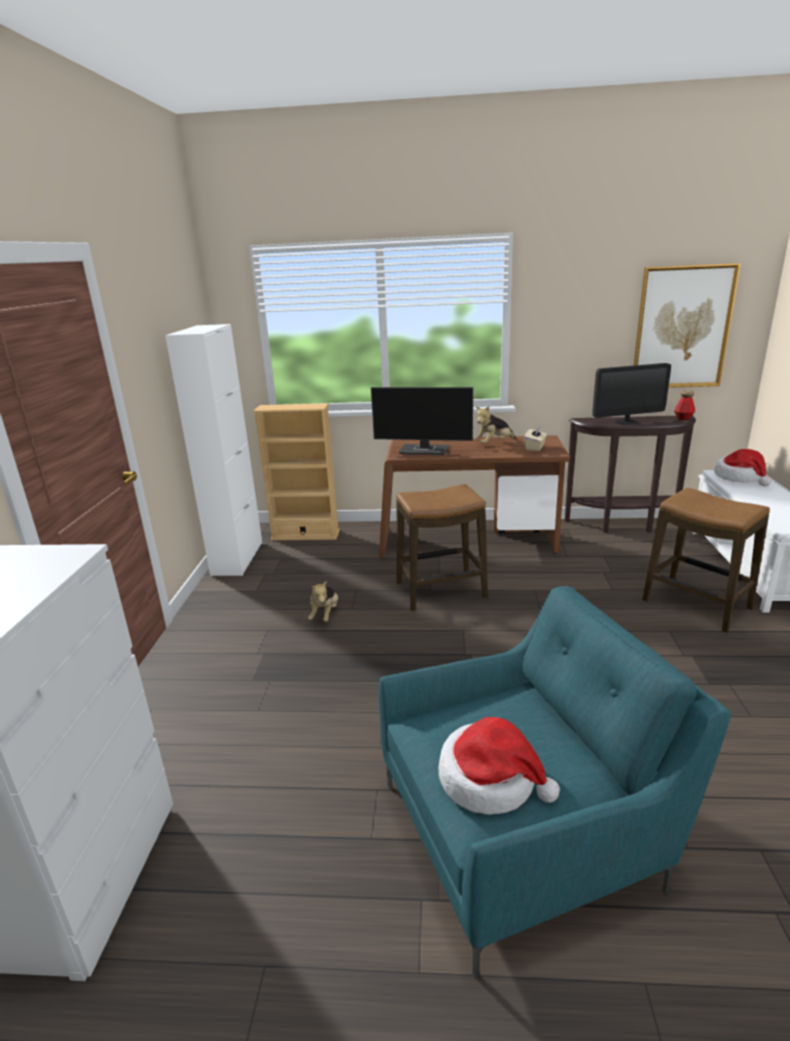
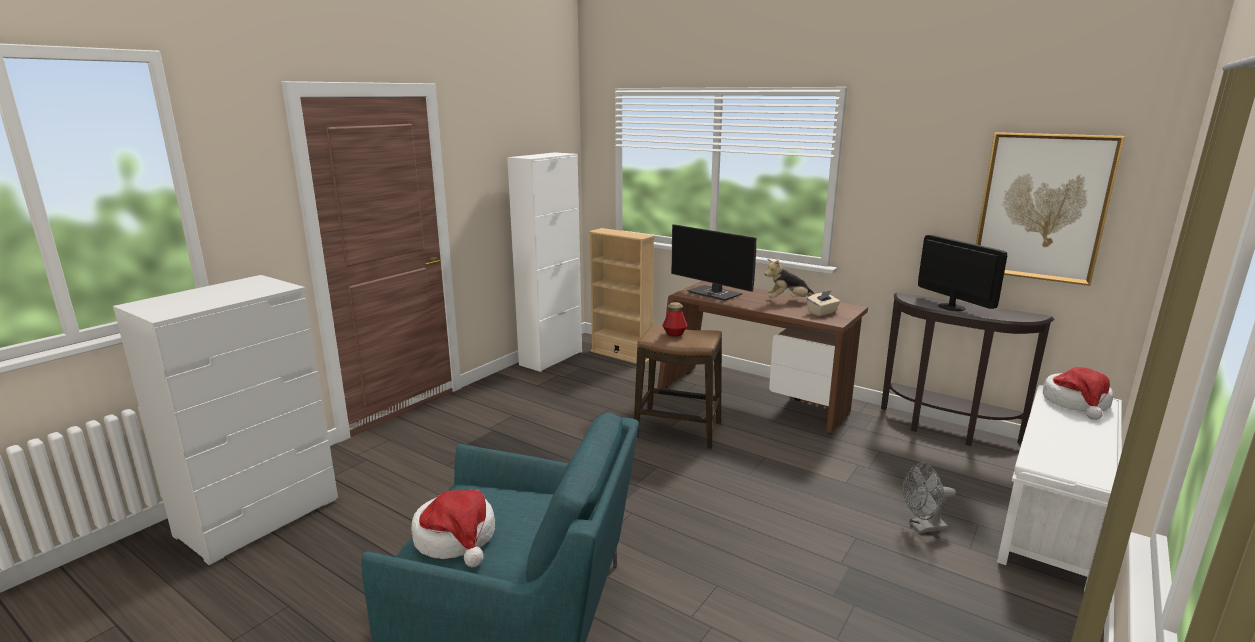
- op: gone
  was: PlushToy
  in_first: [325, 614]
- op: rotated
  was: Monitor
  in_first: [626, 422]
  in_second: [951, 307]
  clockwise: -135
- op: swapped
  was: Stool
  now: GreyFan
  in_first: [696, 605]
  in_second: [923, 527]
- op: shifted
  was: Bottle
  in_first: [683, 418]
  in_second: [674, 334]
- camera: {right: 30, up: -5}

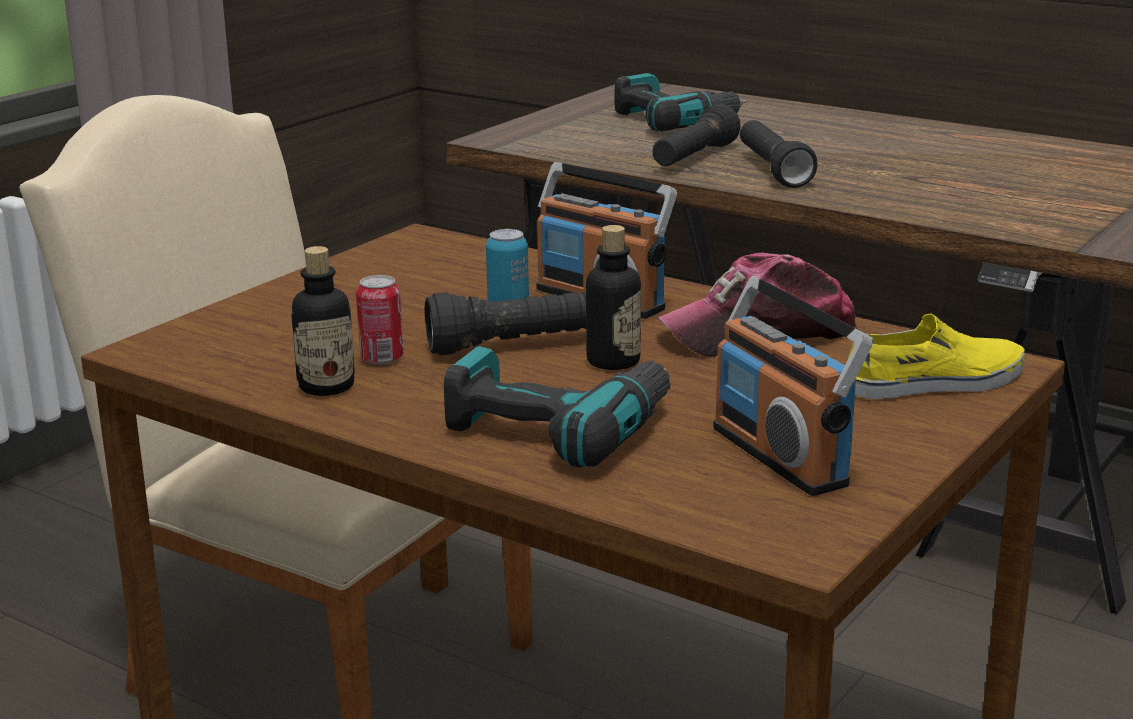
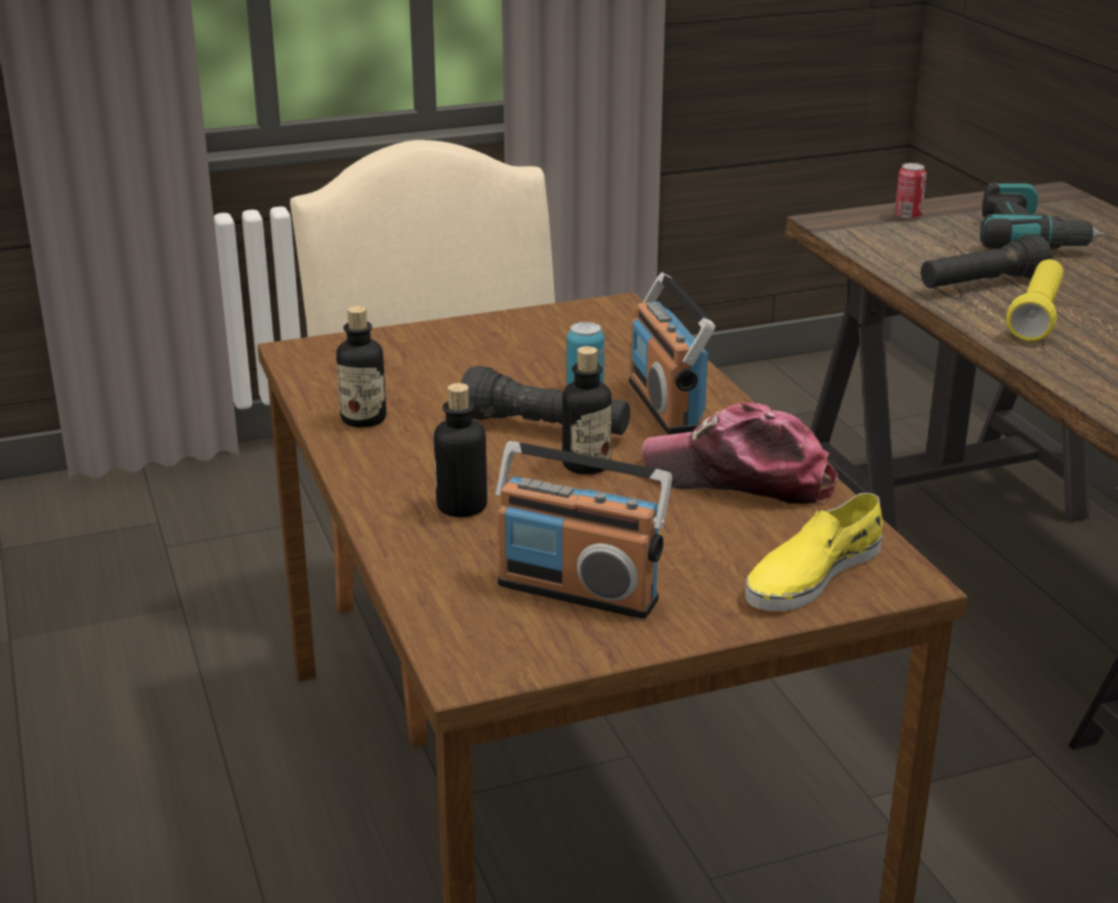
- op: shifted
  was: Can
  in_first: [382, 359]
  in_second: [907, 216]
- op: swapped
  was: PowerDrill
  now: Bottle
  in_first: [558, 427]
  in_second: [462, 506]
- op: rotated
  was: Radio
  in_first: [781, 456]
  in_second: [578, 591]
  clockwise: -75
- op: repainted
  was: BlackFlashlight
  now: YellowFlashlight
  in_first: [772, 170]
  in_second: [1036, 317]
- op: rotated
  was: YellowShoe
  in_first: [937, 382]
  in_second: [812, 574]
  clockwise: 120
- camera: {right: 35, up: 5}

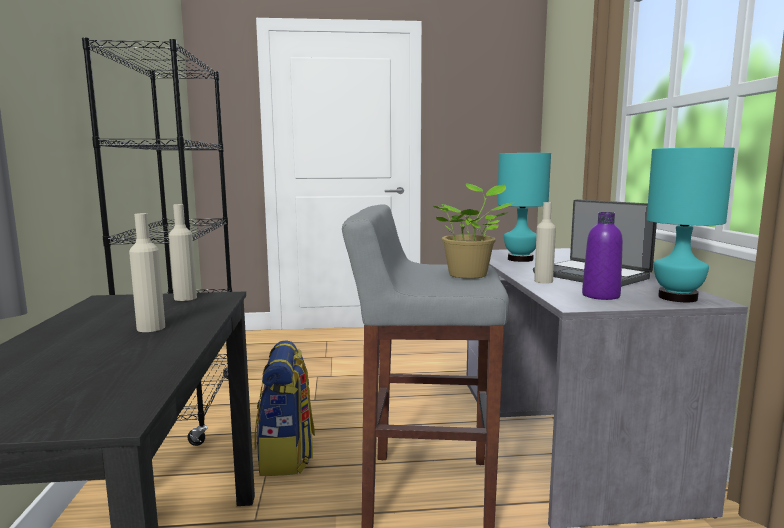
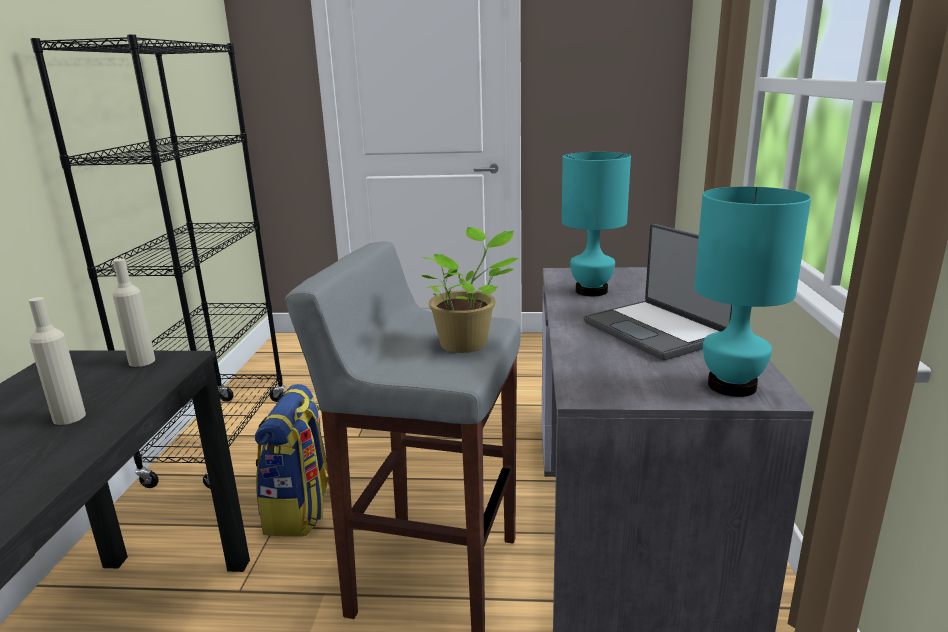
- op: gone
  was: BeigeBottle
  in_first: [543, 281]
- op: gone
  was: PurpleBottle
  in_first: [600, 296]
- camera: {right: 10, up: 10}

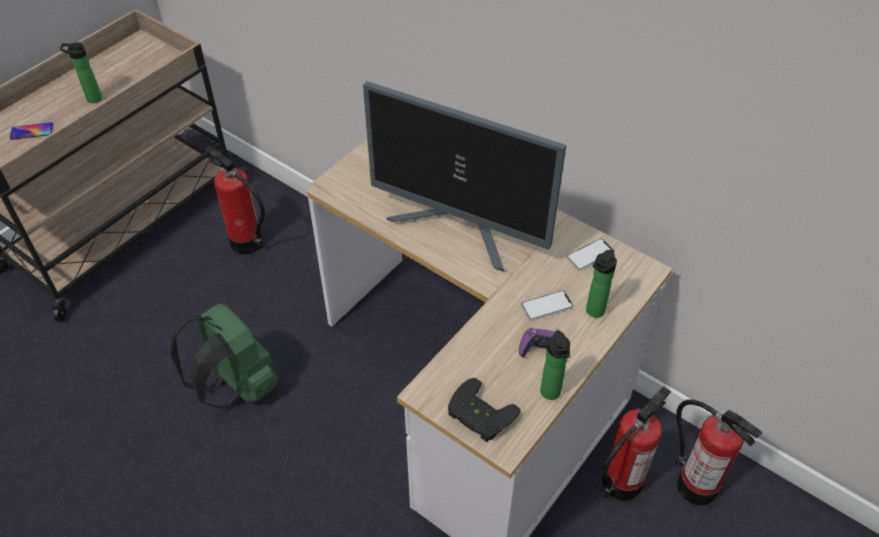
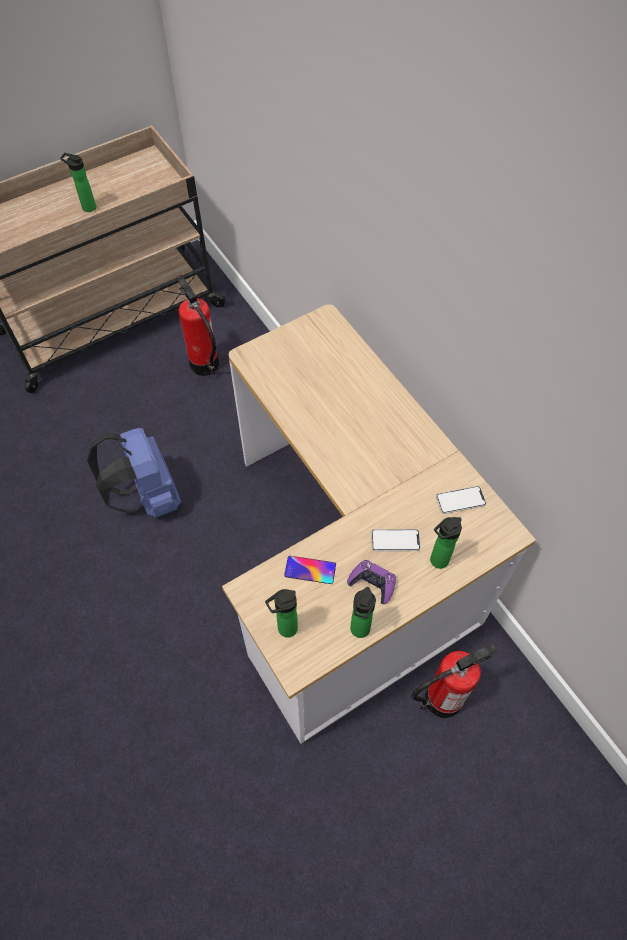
- op: shifted
  was: Phone
  in_first: [31, 131]
  in_second: [310, 570]
- op: repainted
  was: GreenBackpack
  now: BlueBackpack
  in_first: [235, 386]
  in_second: [147, 496]
- op: gone
  was: Monitor
  in_first: [461, 229]
- op: swapped
  was: BlackGameController
  now: Bottle
  in_first: [478, 415]
  in_second: [284, 629]
- op: gone
  was: FireExtinguisher
  in_first: [697, 486]
- camera: {right: 20, up: 10}

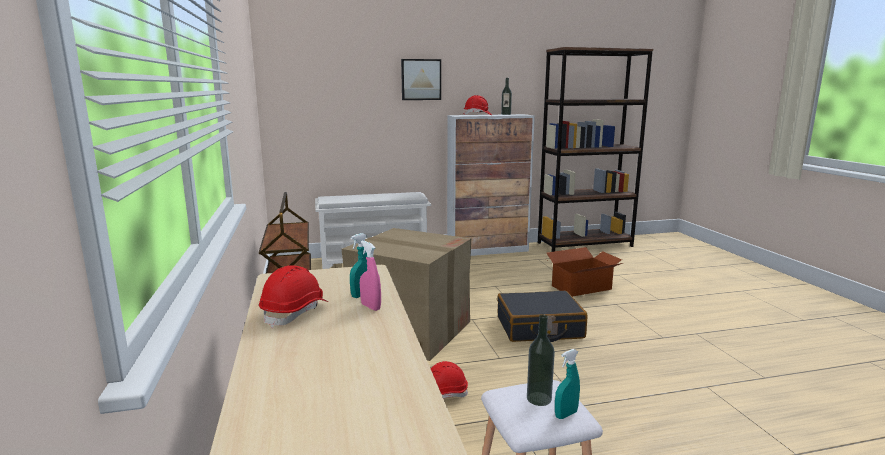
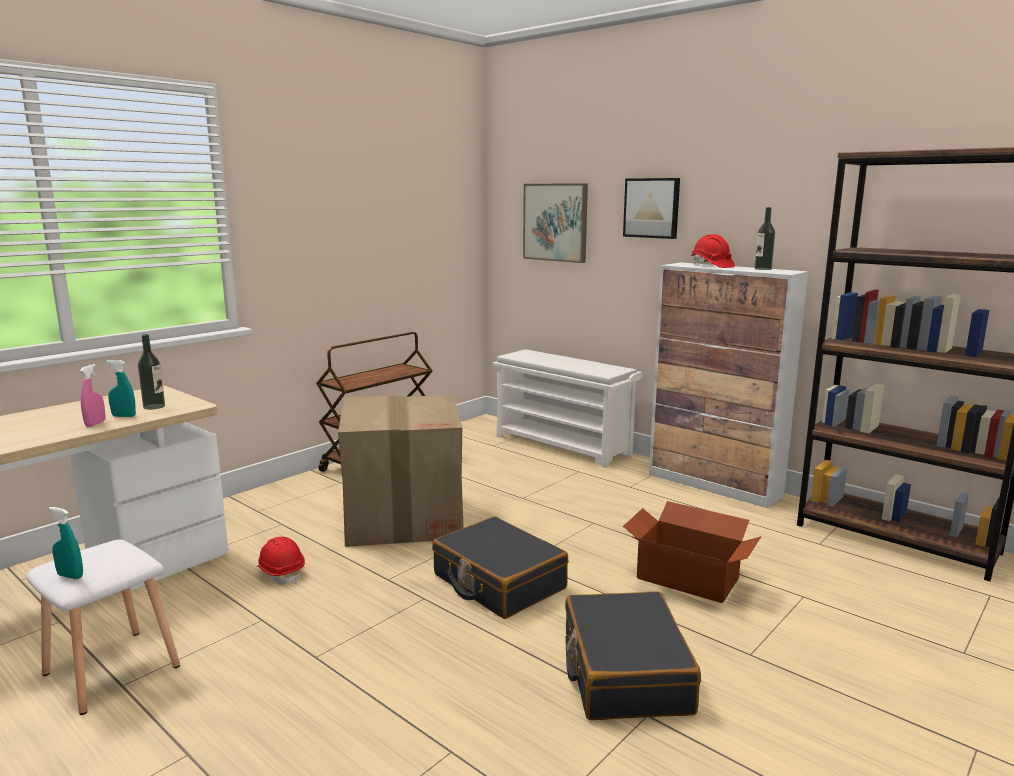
- op: gone
  was: RedHardHat
  in_first: [295, 312]
- op: shifted
  was: Bottle
  in_first: [539, 399]
  in_second: [154, 406]
- op: new
  now: Picture
  in_second: [555, 222]
- op: new
  now: BlackSuitcase
  in_second: [624, 672]
- camera: {right: 55, up: 0}

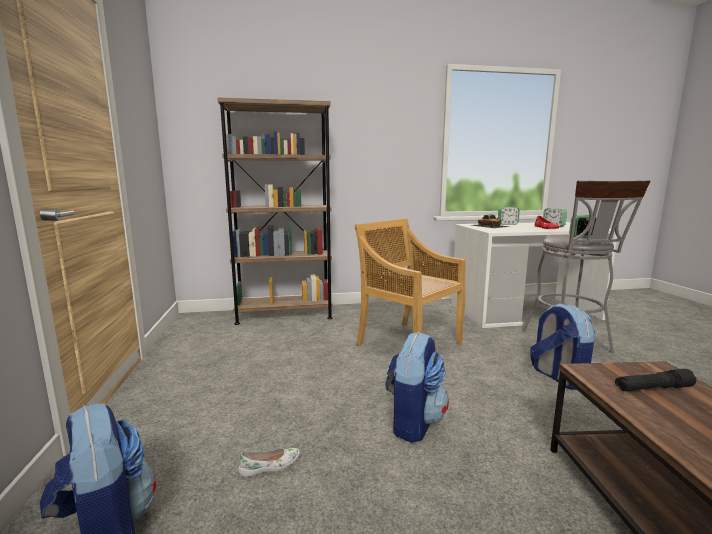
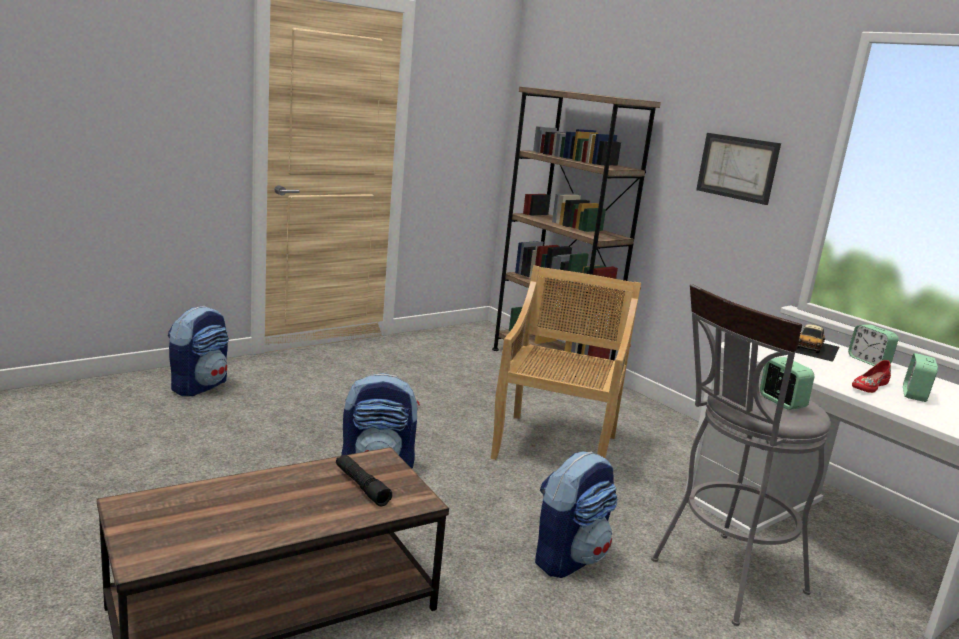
- op: gone
  was: WhiteShoe
  in_first: [270, 466]
- op: new
  now: Picture
  in_second: [737, 167]
- camera: {right: 60, up: 5}

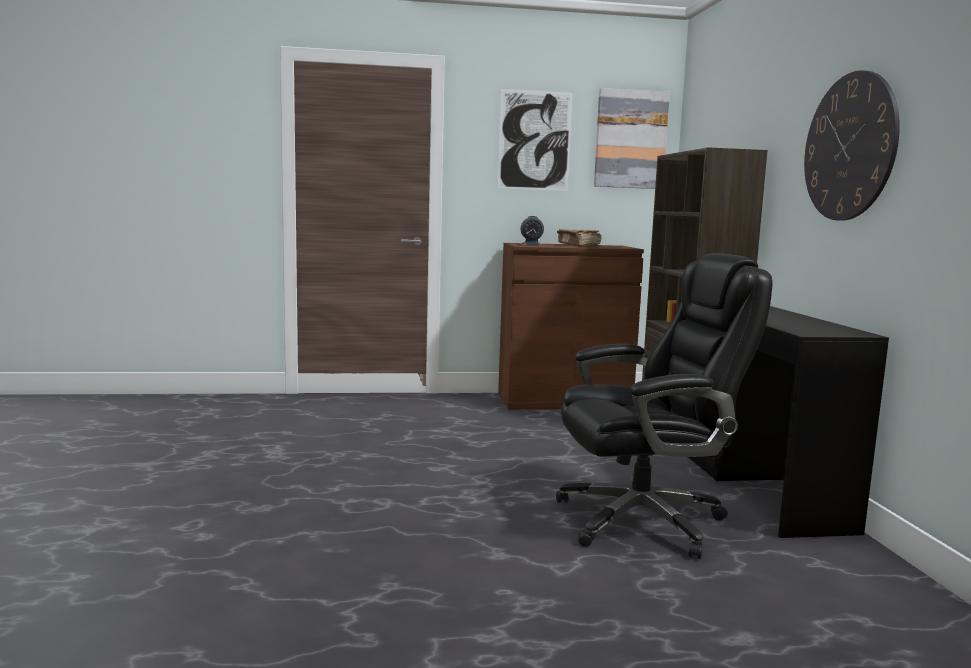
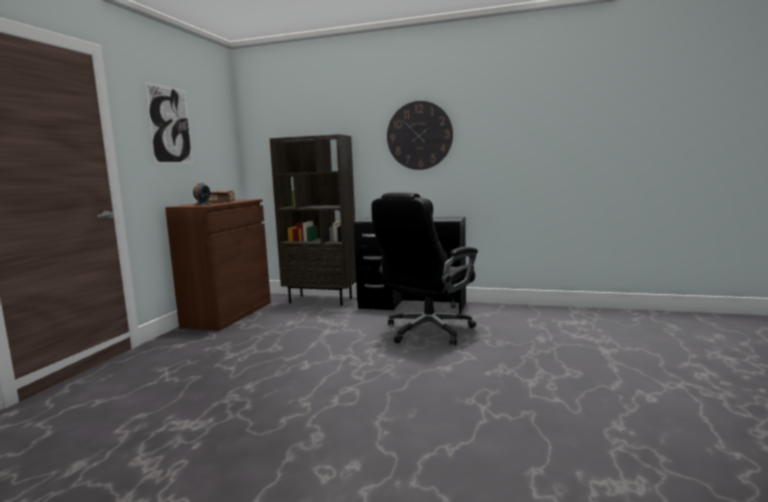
- op: rotated
  was: BlackOfficeChair
  in_first: [645, 520]
  in_second: [427, 331]
  clockwise: -150
- op: gone
  was: Picture
  in_first: [630, 139]
- camera: {right: -65, up: 0}

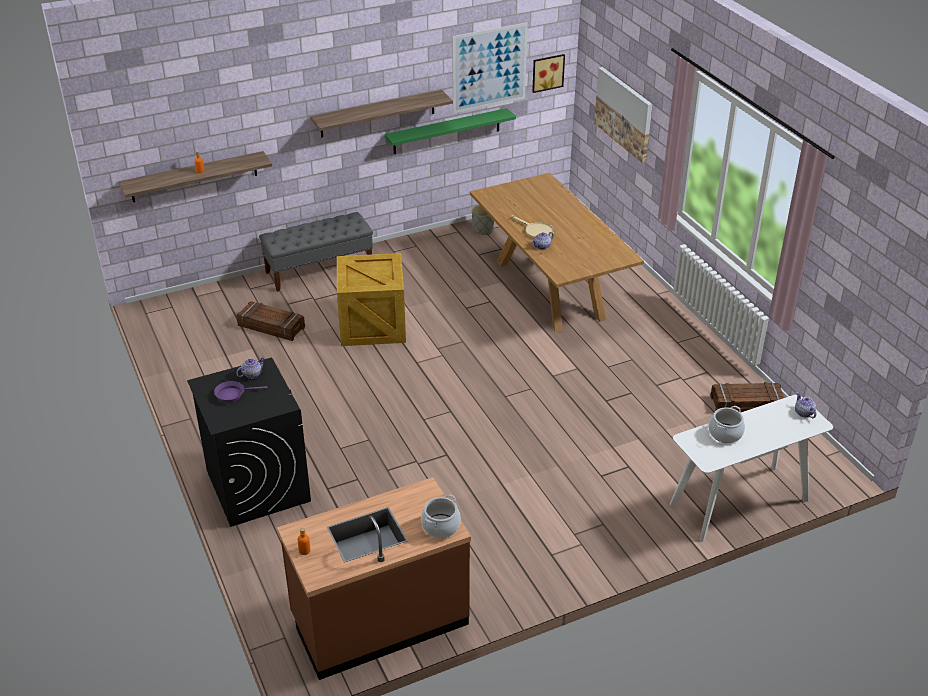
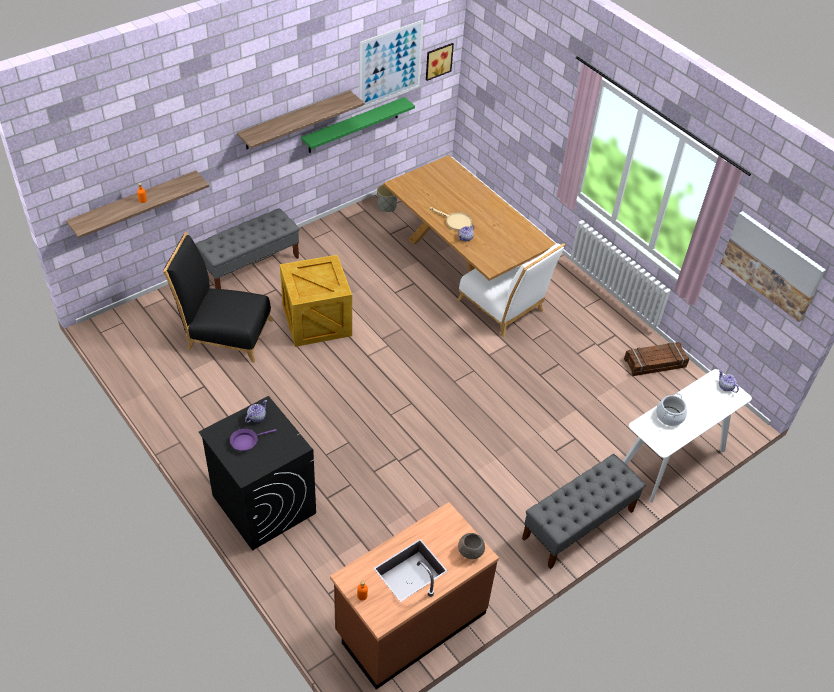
- op: swapped
  was: Crate
  now: BlackChair
  in_first: [271, 326]
  in_second: [224, 333]
- op: swapped
  was: CookingPot
  now: GreyBowl
  in_first: [441, 526]
  in_second: [471, 551]
- op: shifted
  was: Picture
  in_first: [624, 113]
  in_second: [772, 265]
- op: new
  now: WhiteChair
  in_second: [504, 308]
- op: new
  now: GreyBench
  in_second: [578, 525]
- camera: {right: -15, up: 10}

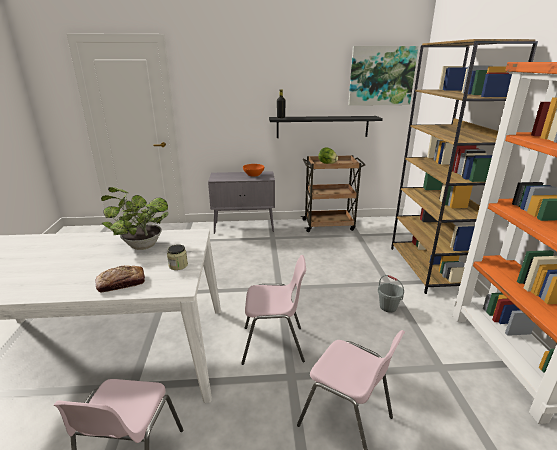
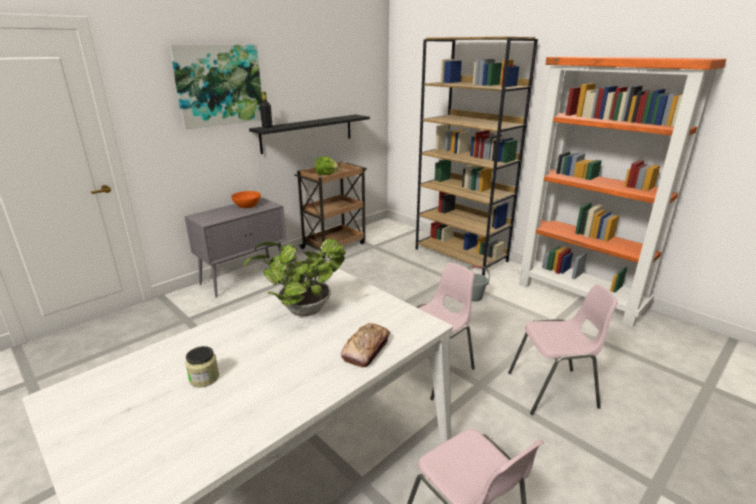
- op: shifted
  was: Jar
  in_first: [178, 265]
  in_second: [204, 378]
- op: shifted
  was: Picture
  in_first: [381, 76]
  in_second: [219, 85]
- camera: {right: -40, up: 0}

